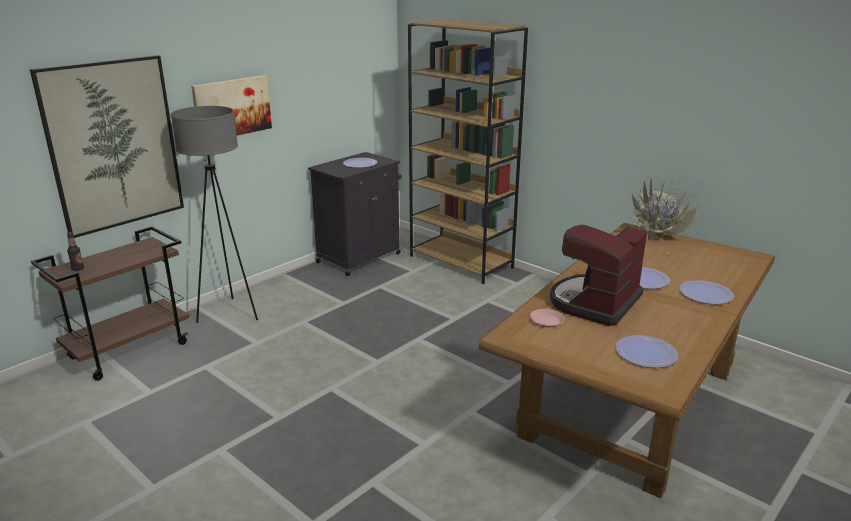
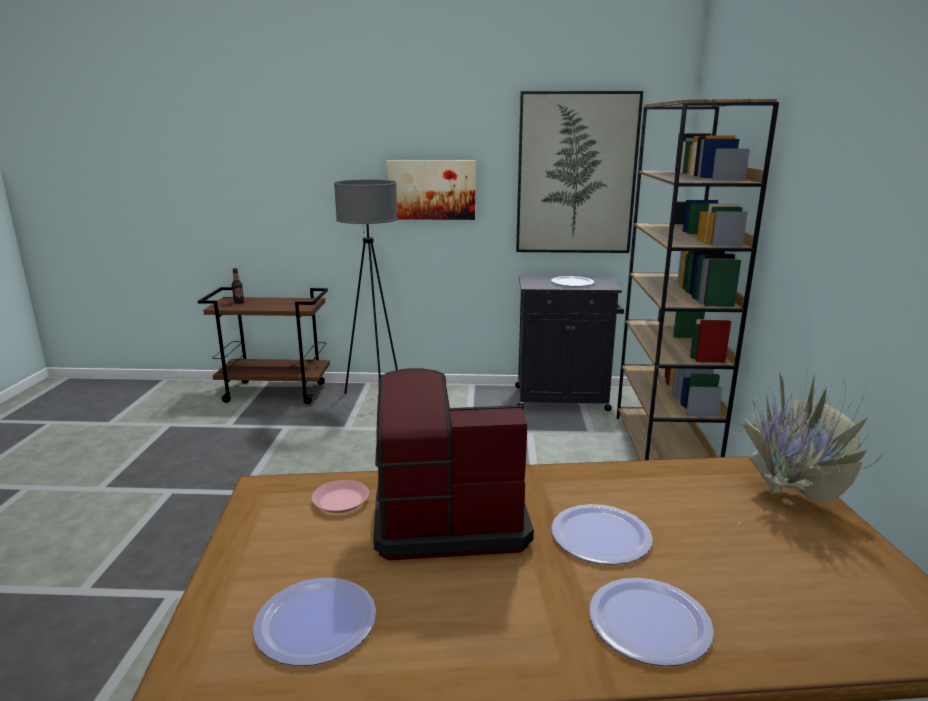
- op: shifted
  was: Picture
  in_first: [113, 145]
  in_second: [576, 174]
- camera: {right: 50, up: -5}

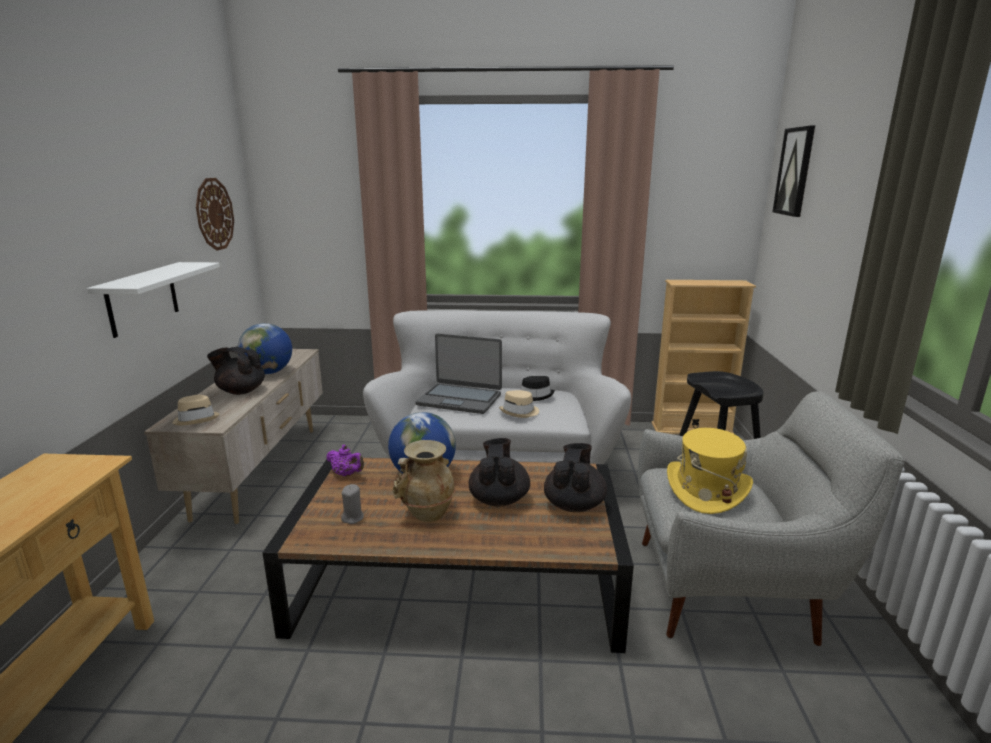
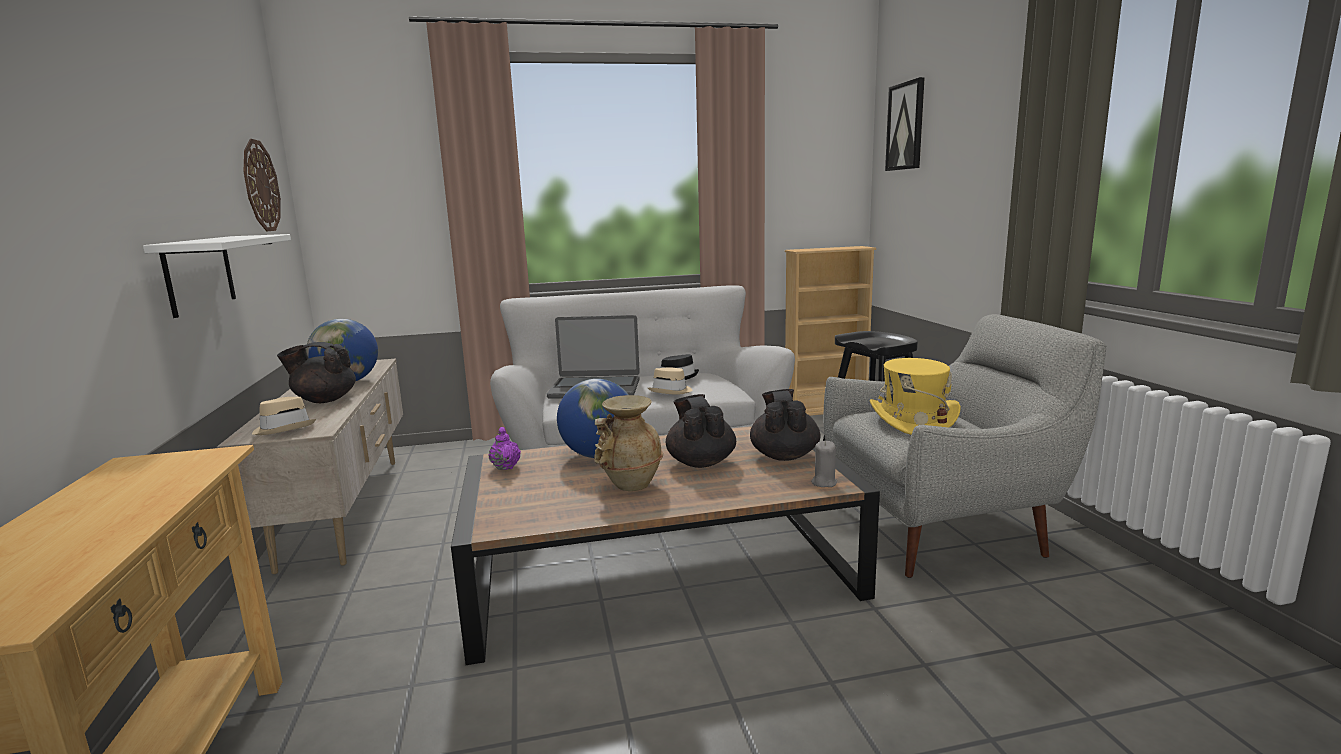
- op: rotated
  was: PurpleTeapot
  in_first: [347, 474]
  in_second: [505, 466]
  clockwise: -120
- op: shifted
  was: GreyCandle
  in_first: [353, 518]
  in_second: [824, 482]
- camera: {right: -15, up: -5}

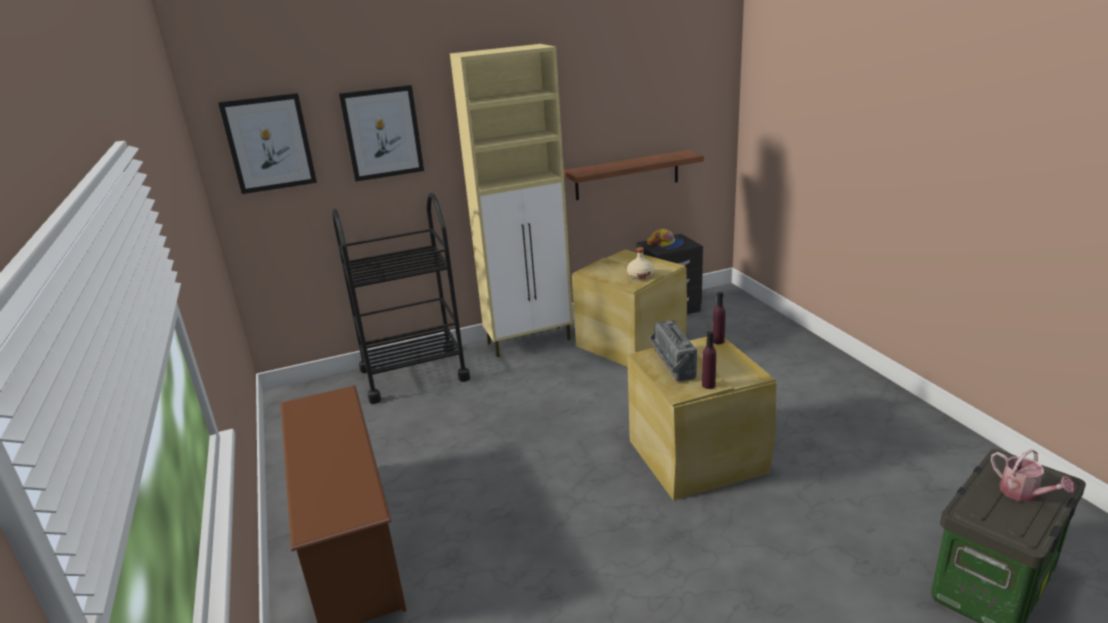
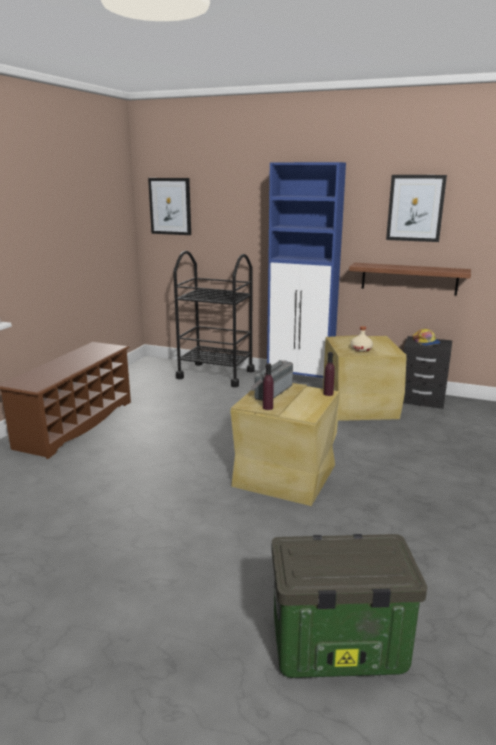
- op: shifted
  was: Picture
  in_first: [382, 133]
  in_second: [415, 208]
- op: repainted
  was: BeigeCabinet
  now: BlueCabinet
  in_first: [530, 341]
  in_second: [301, 383]
- op: gone
  was: WateringCan
  in_first: [1024, 494]
- camera: {right: 40, up: -5}

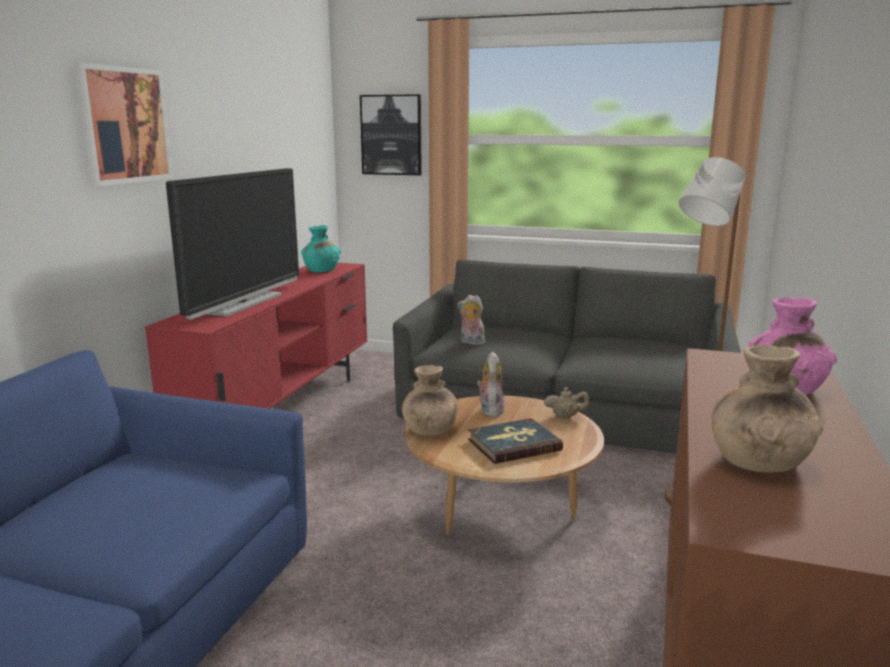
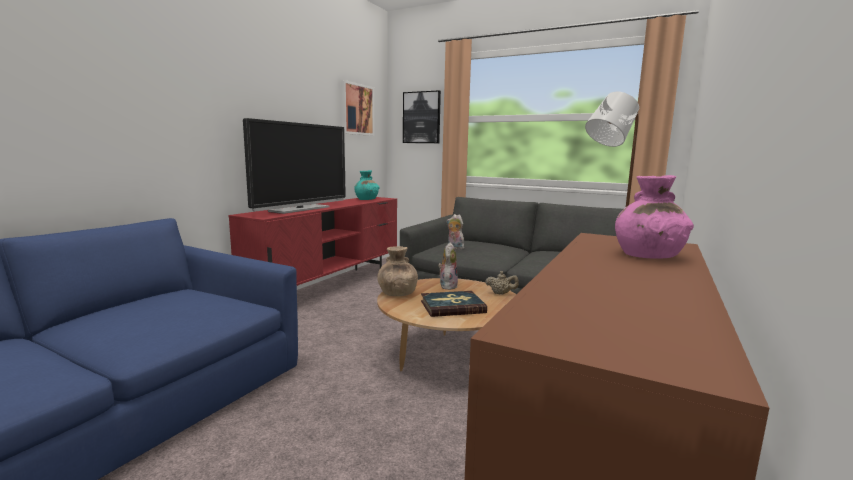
- op: shifted
  was: Picture
  in_first: [124, 125]
  in_second: [357, 109]
- op: gone
  was: BrownVase
  in_first: [758, 462]
- camera: {right: 10, up: -5}

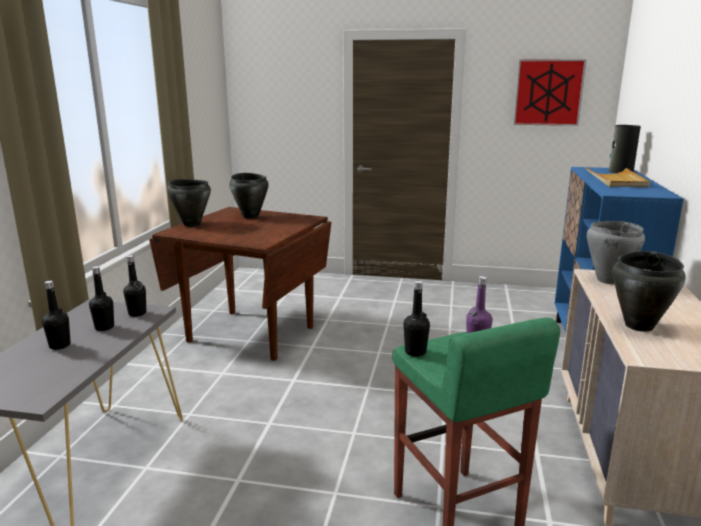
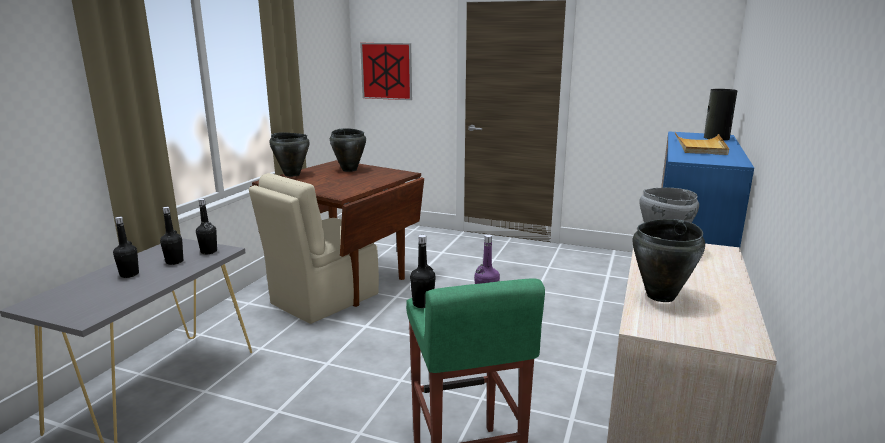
- op: shifted
  was: Picture
  in_first: [548, 92]
  in_second: [386, 71]
- op: new
  now: BeigeChair
  in_second: [322, 299]
- camera: {right: 10, up: 0}

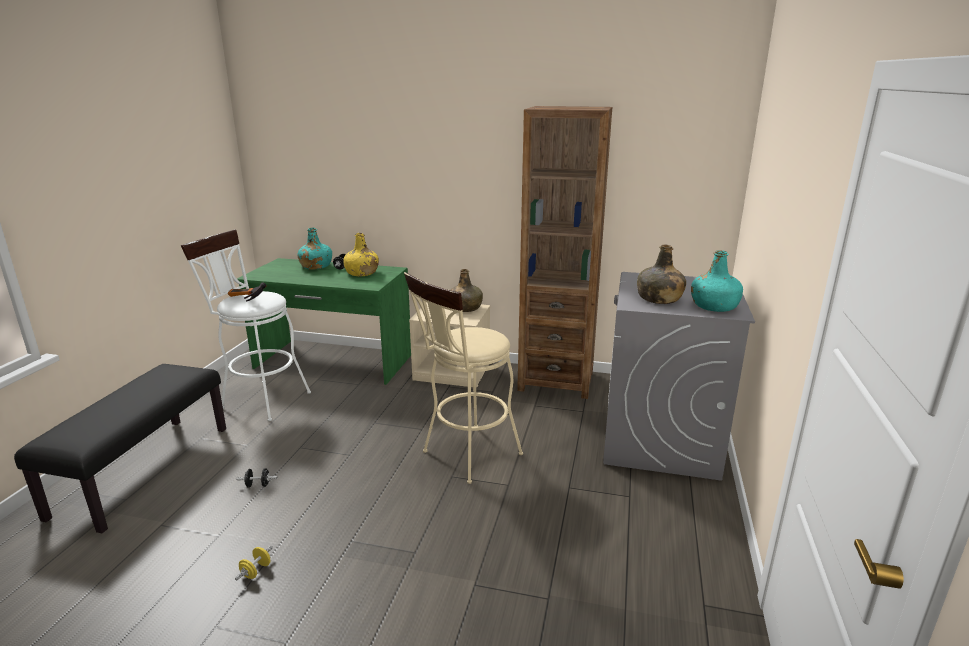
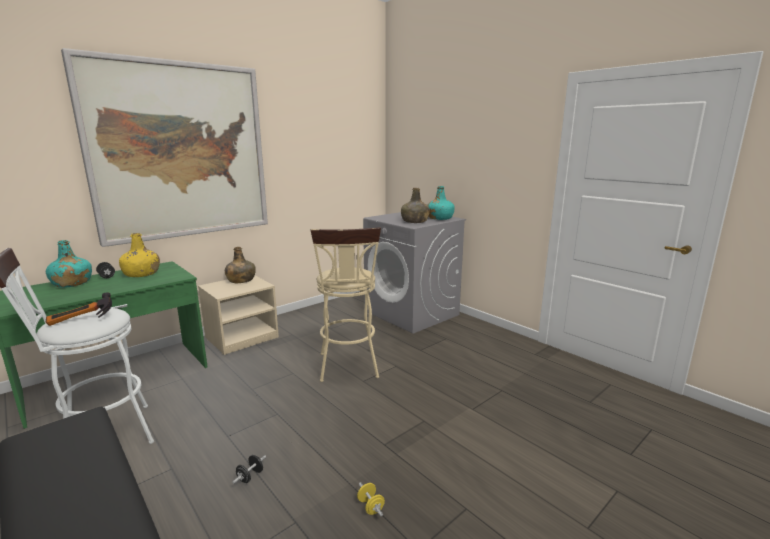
- op: gone
  was: BrownBookcase
  in_first: [556, 381]
- op: new
  now: Picture
  in_second: [180, 151]
- camera: {right: -55, up: -5}

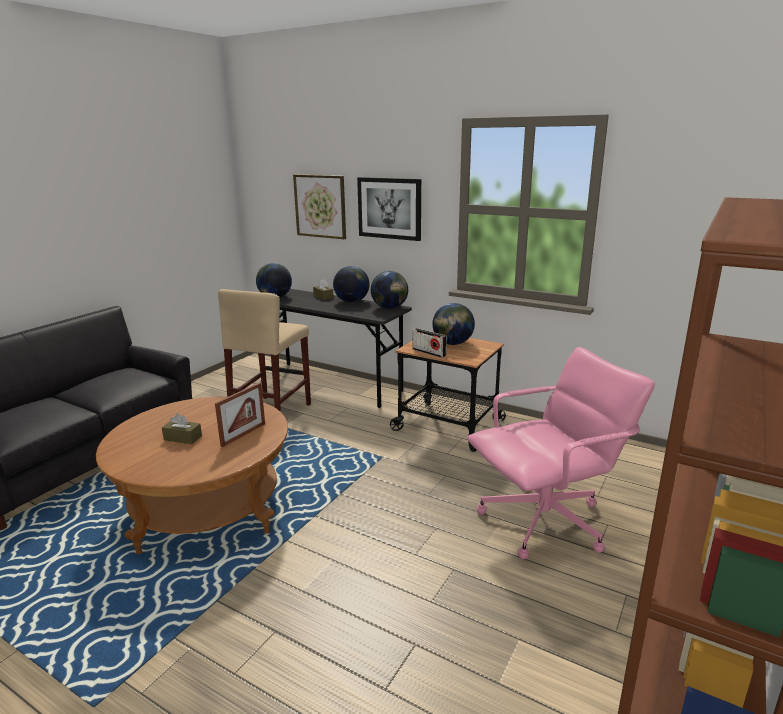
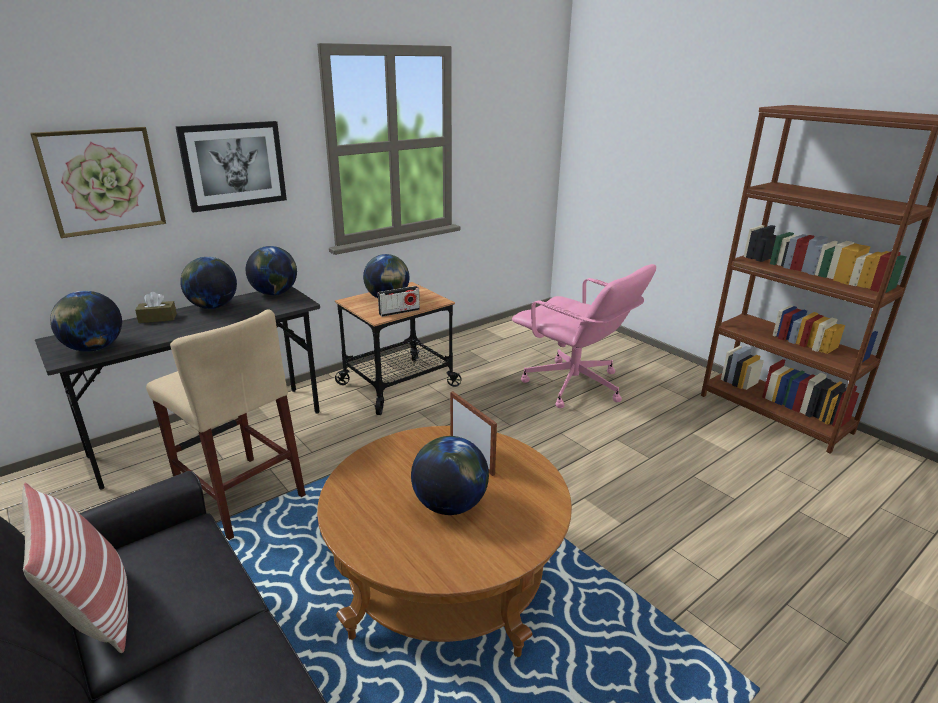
- op: swapped
  was: BrownTissueBox
  now: Globe
  in_first: [183, 438]
  in_second: [450, 504]
- op: rotated
  was: PinkOfficeChair
  in_first: [545, 522]
  in_second: [574, 386]
  clockwise: 135
- op: new
  now: Pillow
  in_second: [96, 610]
- camera: {right: -70, up: 5}

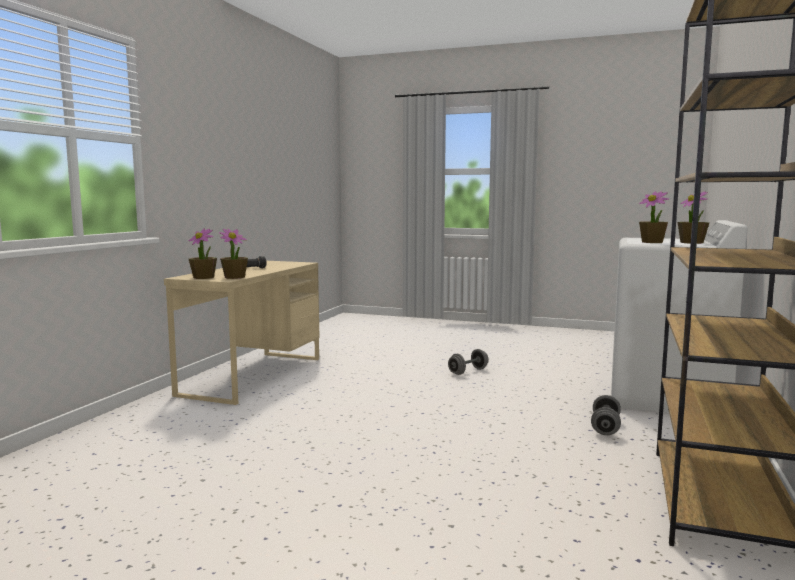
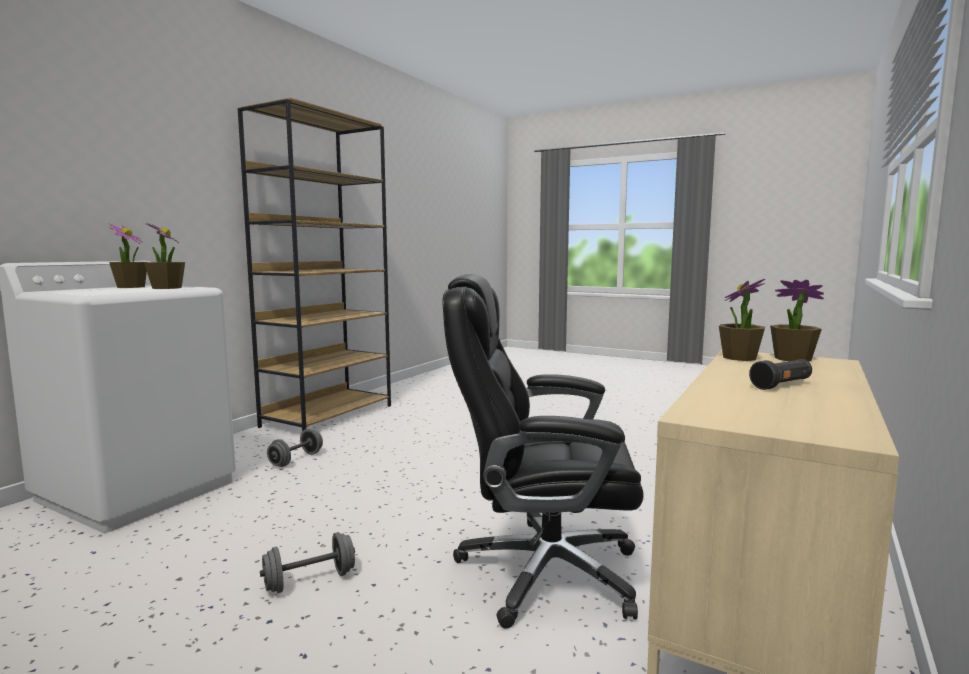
- op: new
  now: BlackOfficeChair
  in_second: [543, 571]
- camera: {right: -170, up: 0}

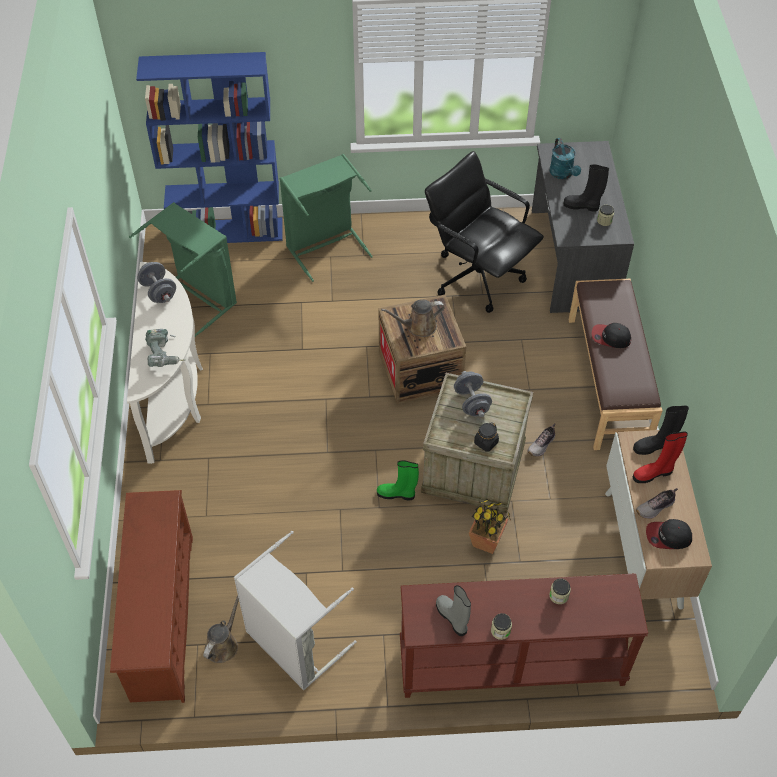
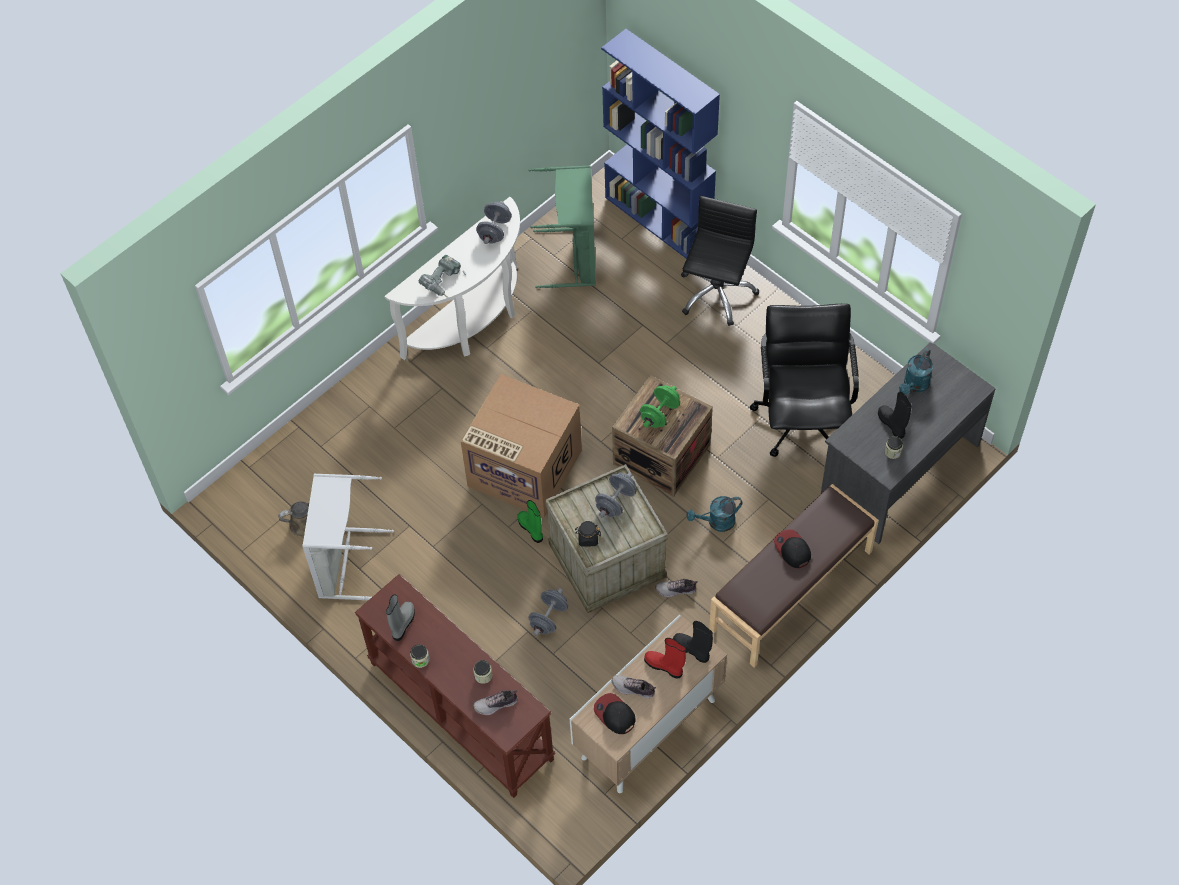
- op: gone
  was: BrownShoeRack
  in_first: [161, 617]
- op: swapped
  was: GreenLaundryBasket
  now: BlackOfficeChair
  in_first: [325, 246]
  in_second: [716, 293]
- op: swapped
  was: BrownWateringCan
  now: GreenDumbbell
  in_first: [418, 327]
  in_second: [660, 414]
- op: swapped
  was: PottedPlant
  now: GreyDumbbell
  in_first: [486, 541]
  in_second: [548, 618]
- op: new
  now: CardboardBox
  in_second: [523, 469]
- op: new
  now: Shoe
  in_second: [496, 704]
- op: new
  now: TurquoiseWateringCan
  in_second: [716, 522]
- camera: {right: 50, up: 5}

